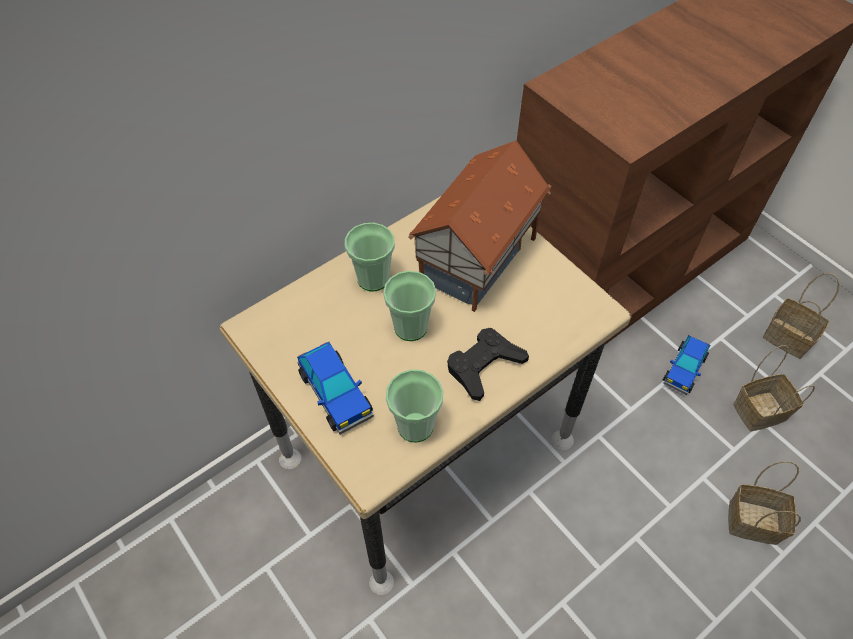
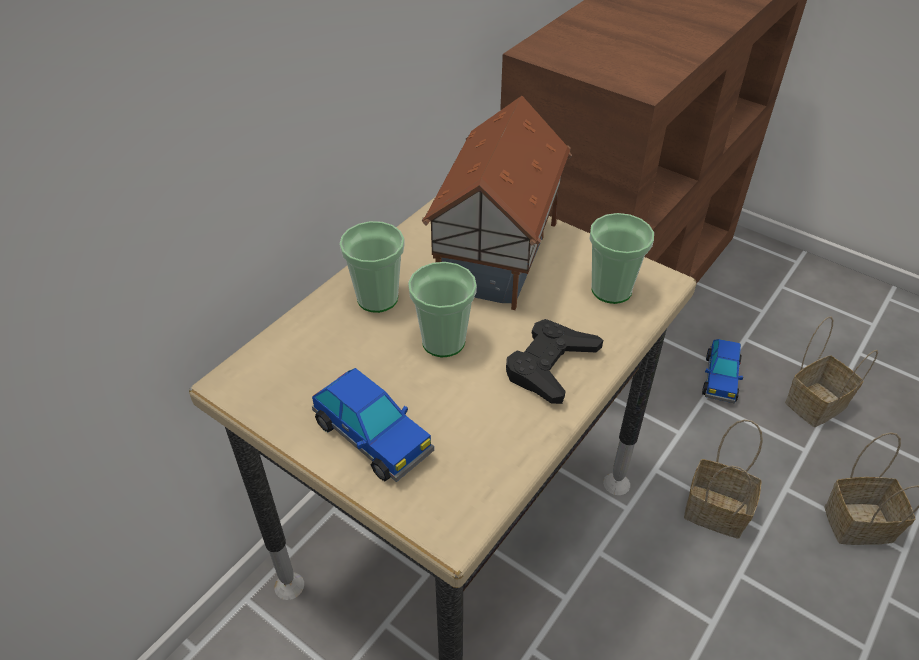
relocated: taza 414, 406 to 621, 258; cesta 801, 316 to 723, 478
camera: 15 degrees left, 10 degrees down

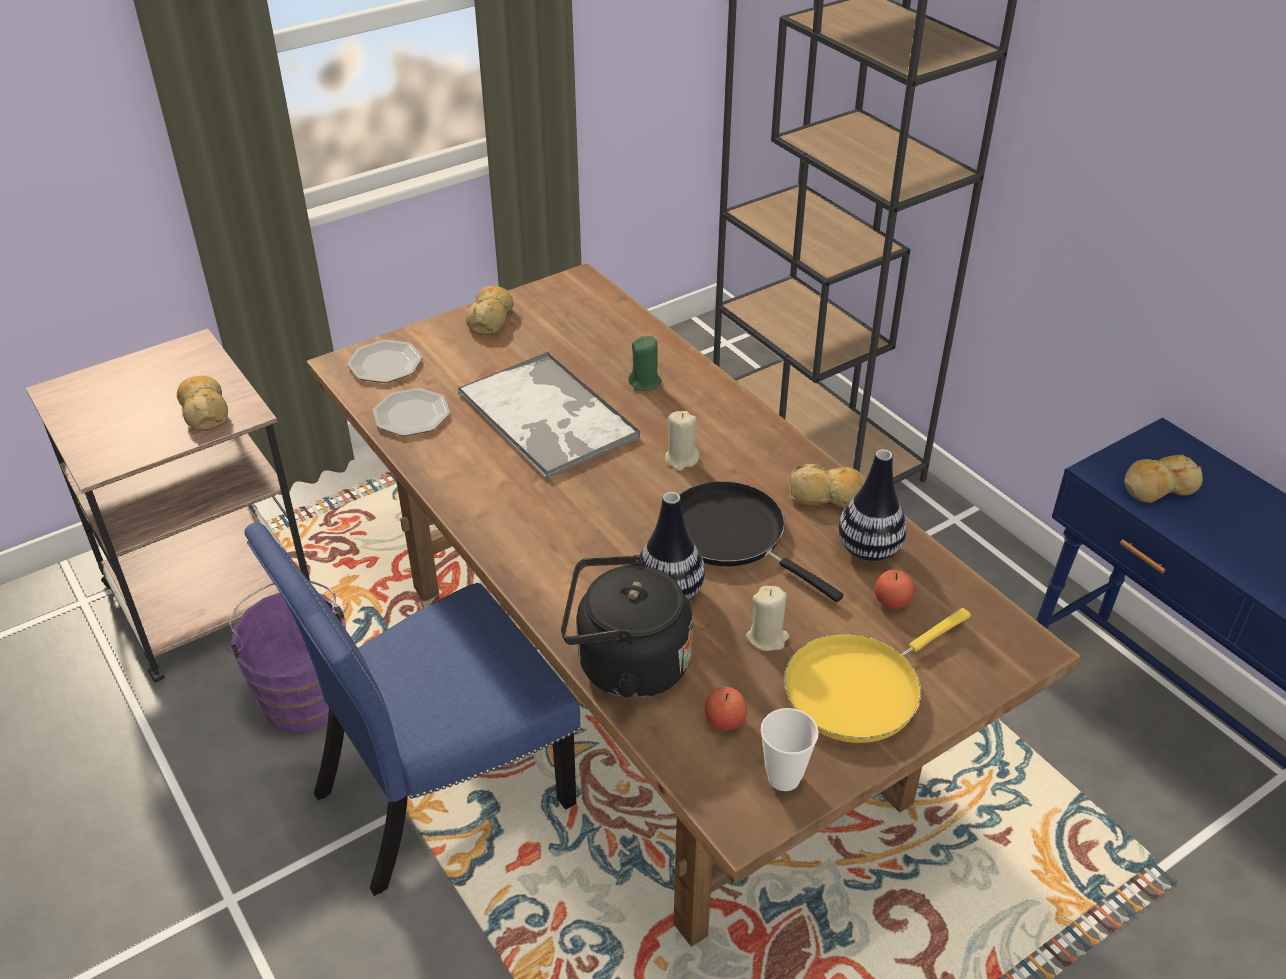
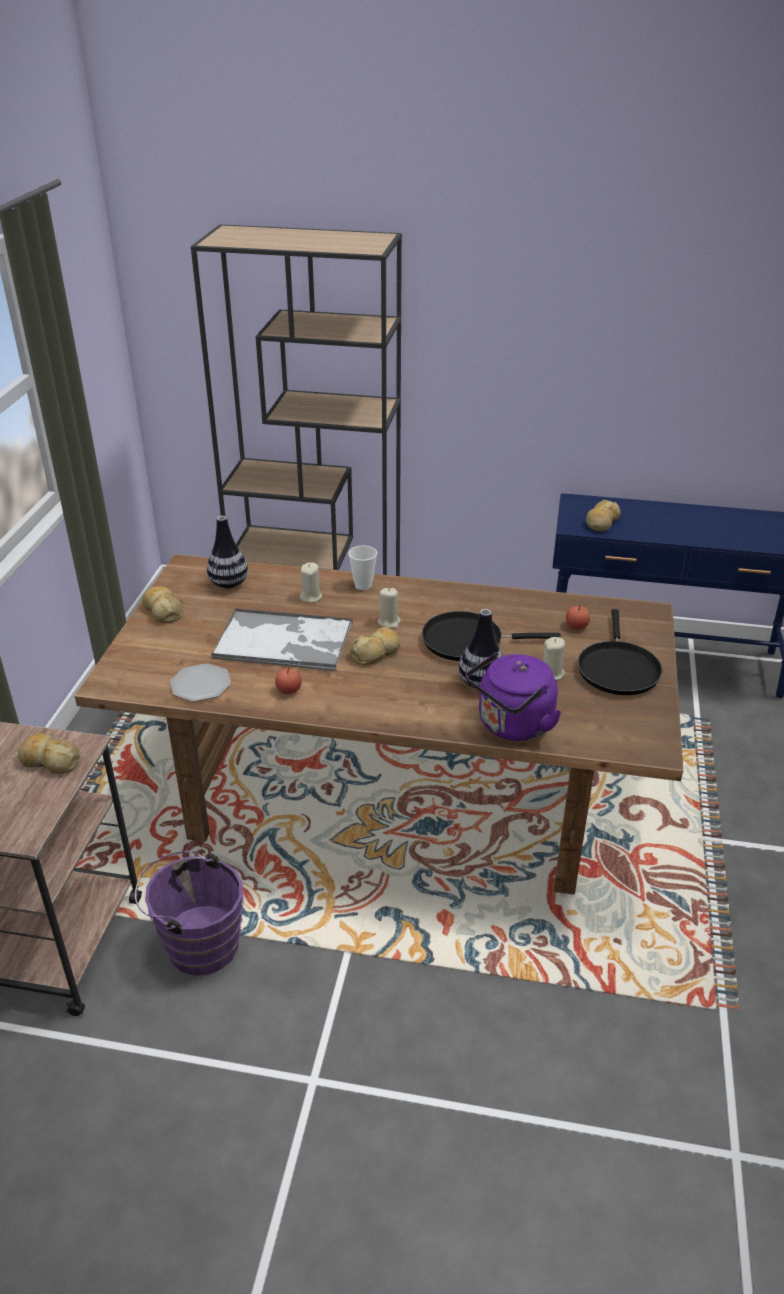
missing: silla [azul] 412, 709; plato 384, 361
relocated: manzana 726, 709 to 288, 681; taza 789, 749 to 362, 567; pan 827, 486 to 375, 646; florero 872, 505 to 227, 552
colour: hervidor [negro] 627, 627 to hervidor [morado] 514, 696; vela [verde] 645, 363 to vela [beis] 310, 582; sartén [amarillo] 877, 675 to sartén [negro] 620, 652
camera: 45 degrees left, 5 degrees down

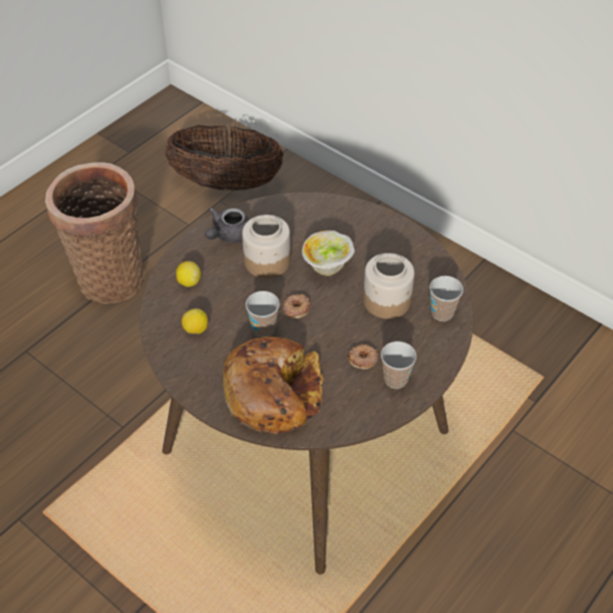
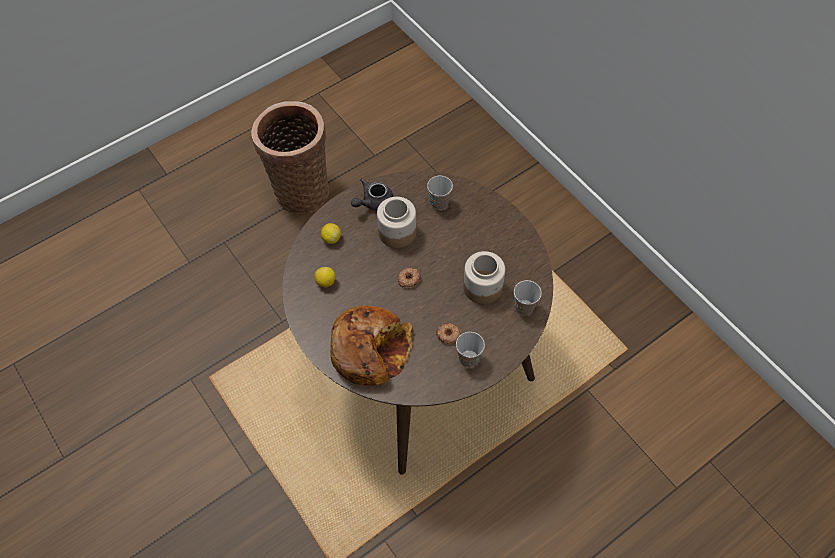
missing: cesta 223, 157; cuenco 328, 253
relocated: taza 263, 314 to 440, 192
camera: 15 degrees right, 10 degrees up

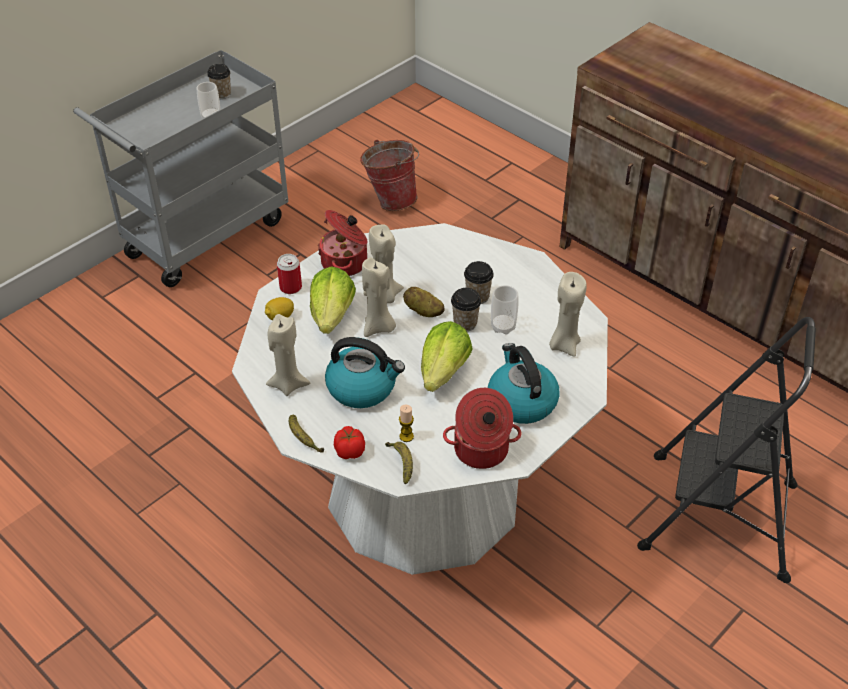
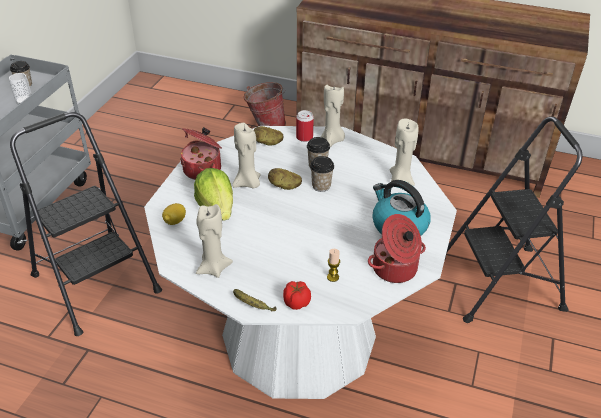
missing: hervidor 365, 372; plátano 399, 463; lechuga 447, 356; taza 505, 309
appeared: escalera de tijera [negro] 86, 224; patata 269, 135
relocated: lata 289, 274 to 305, 126; cubo 389, 175 to 265, 104; vela [beis] 379, 297 to 333, 116
camera: 25 degrees left, 5 degrees down

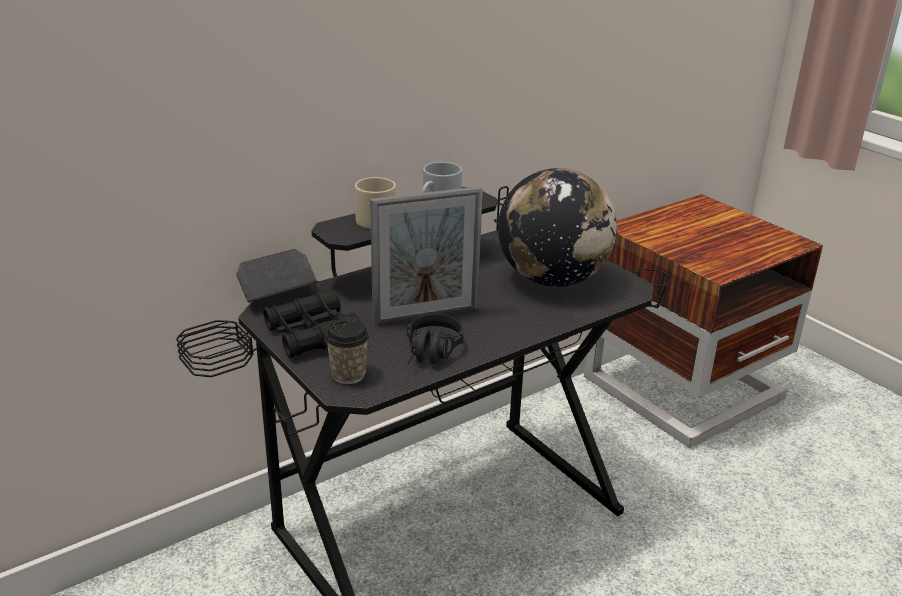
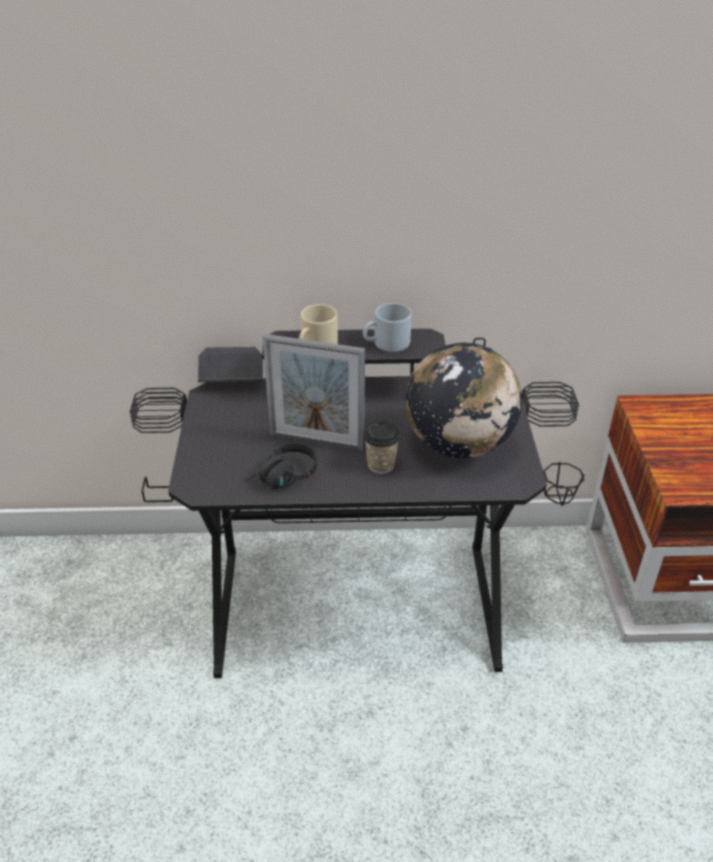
missing: prismáticos [negro] 311, 323
relocated: taza 347, 351 to 382, 447
camera: 35 degrees right, 10 degrees up

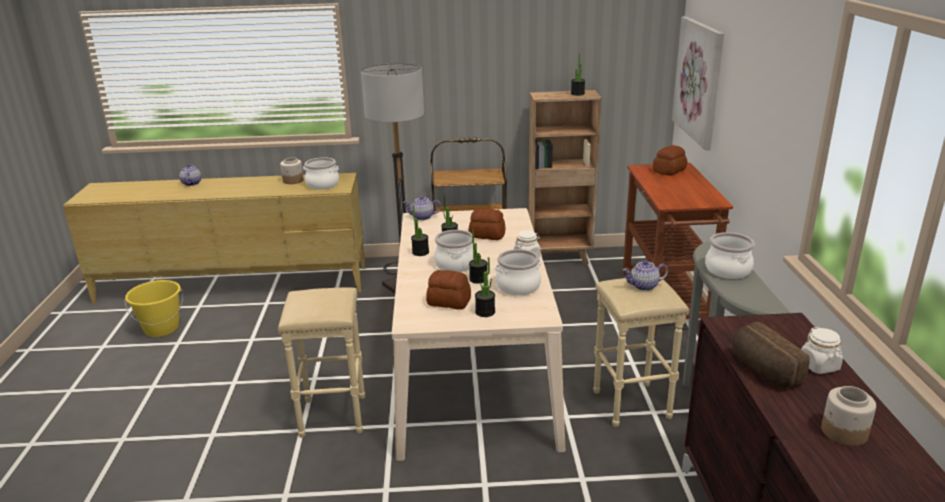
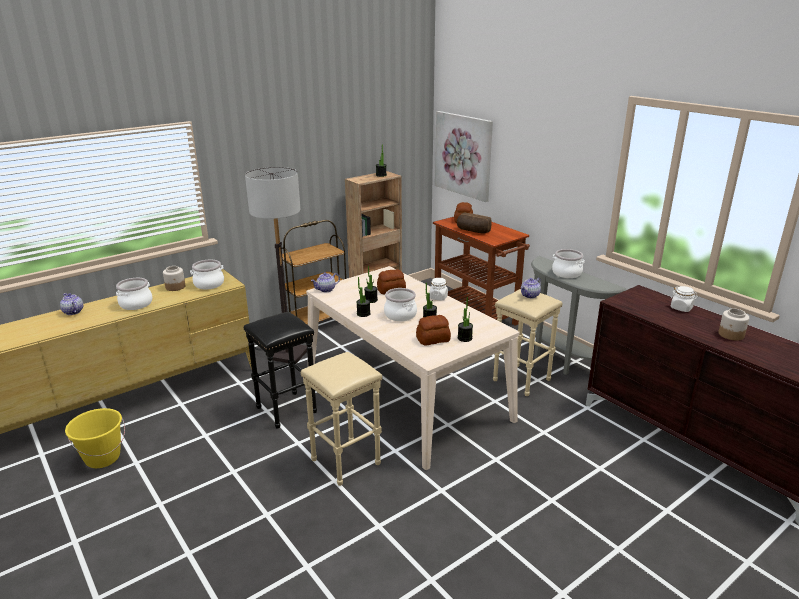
appeared: taburete [negro] 280, 370
relocated: olla 518, 272 to 134, 294; pan 771, 355 to 474, 222
camera: 35 degrees left, 0 degrees up

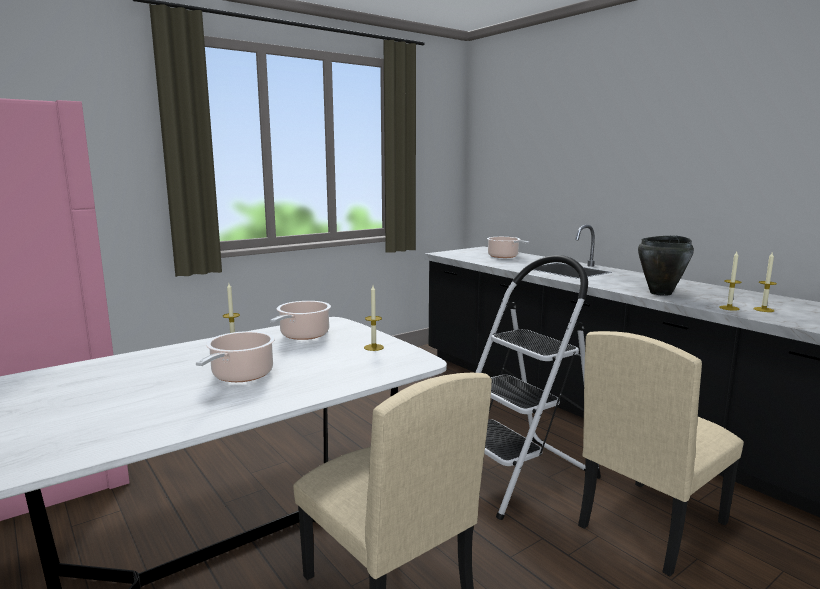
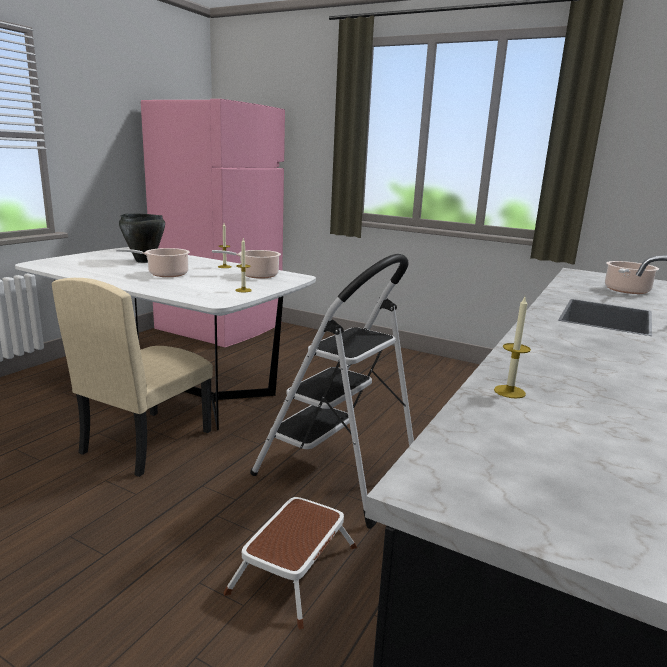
missing: vela 765, 282
relocated: olla [negro] 666, 265 to 142, 238
exchanged: silla [beis] 661, 453 to escalera de tijera [marrón] 290, 563
camera: 65 degrees right, 5 degrees up

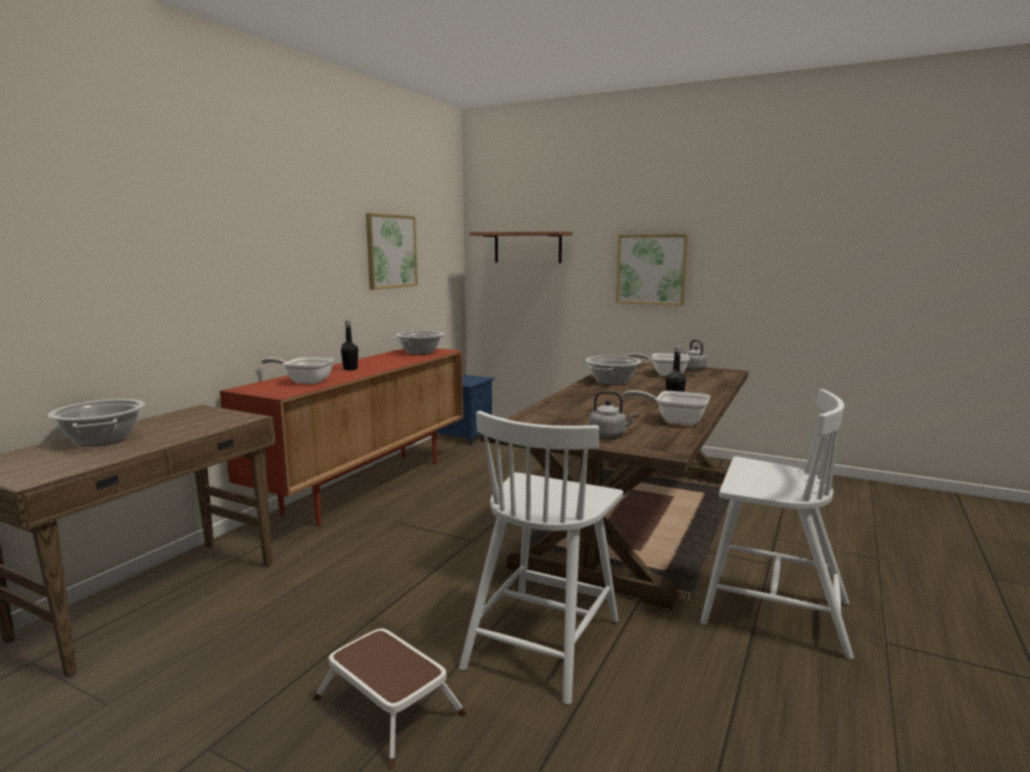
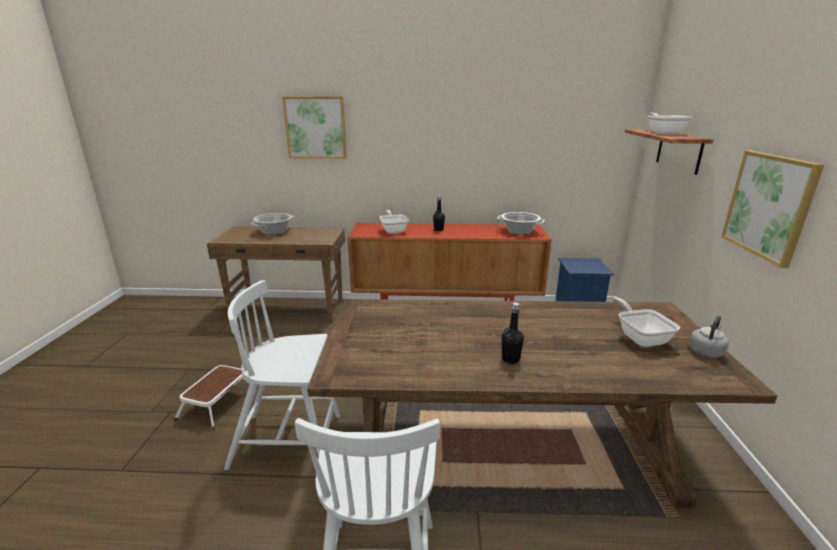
missing: olla 613, 370; hervidor [gris] 613, 414
relocated: cuadro 392, 251 to 314, 127; sartén 667, 407 to 668, 123
camera: 65 degrees right, 10 degrees up

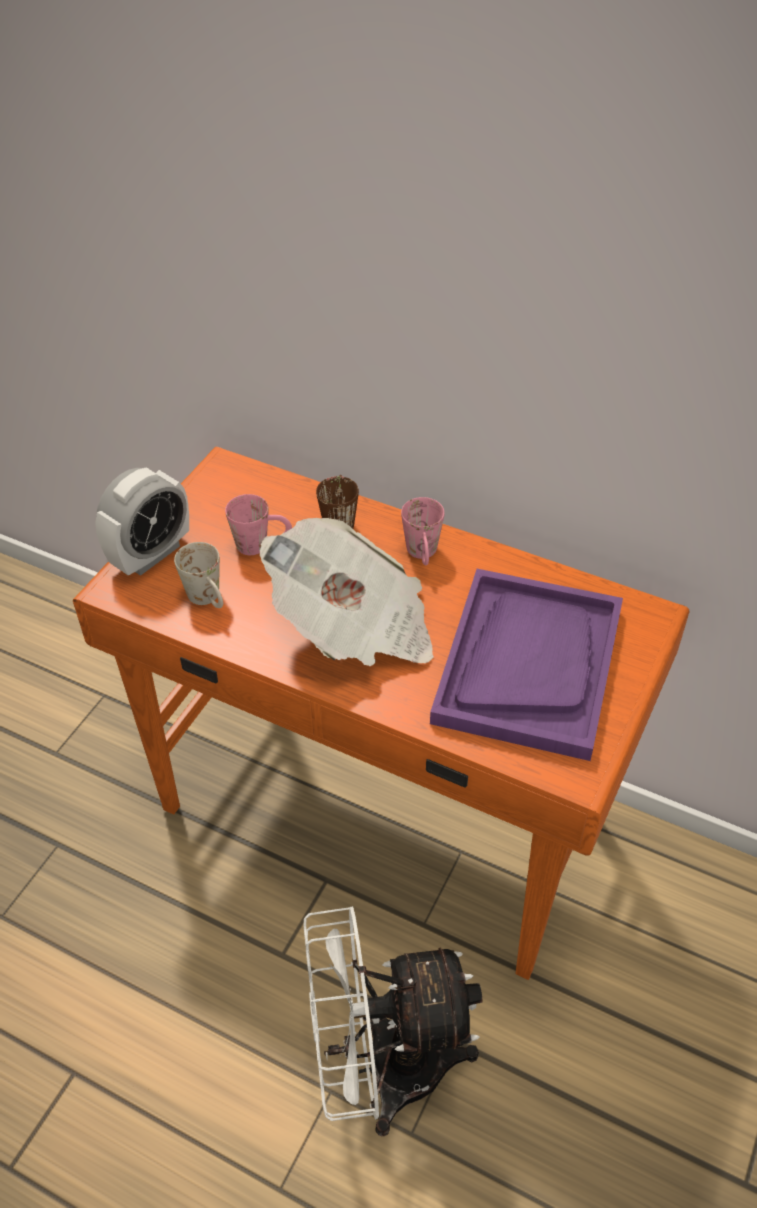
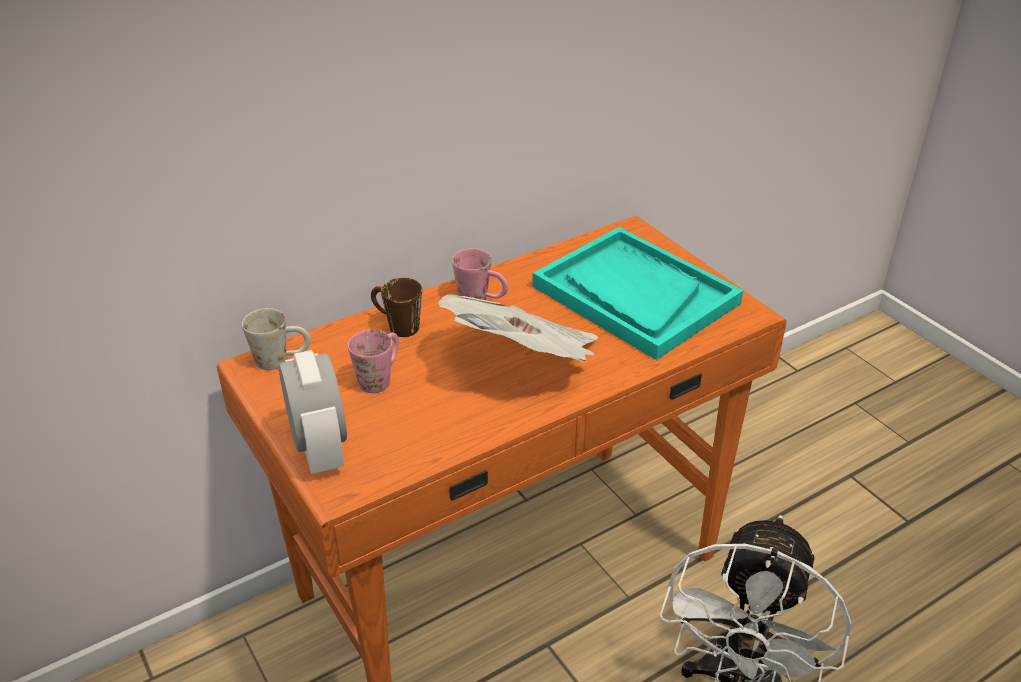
relocated: taza grande [blanco] 198, 575 to 276, 339
colour: bandeja [morado] 526, 665 to bandeja [turquesa] 637, 293
camera: 60 degrees left, 10 degrees down

